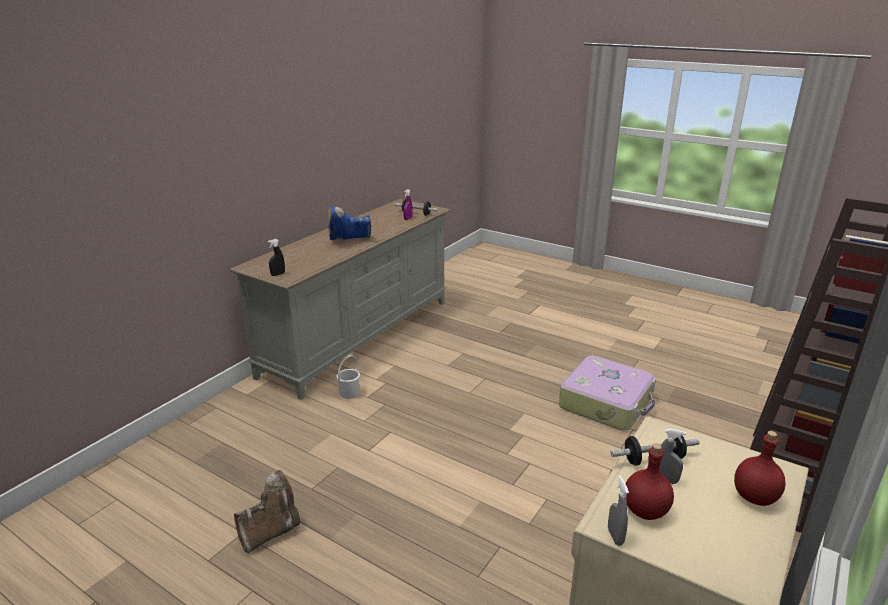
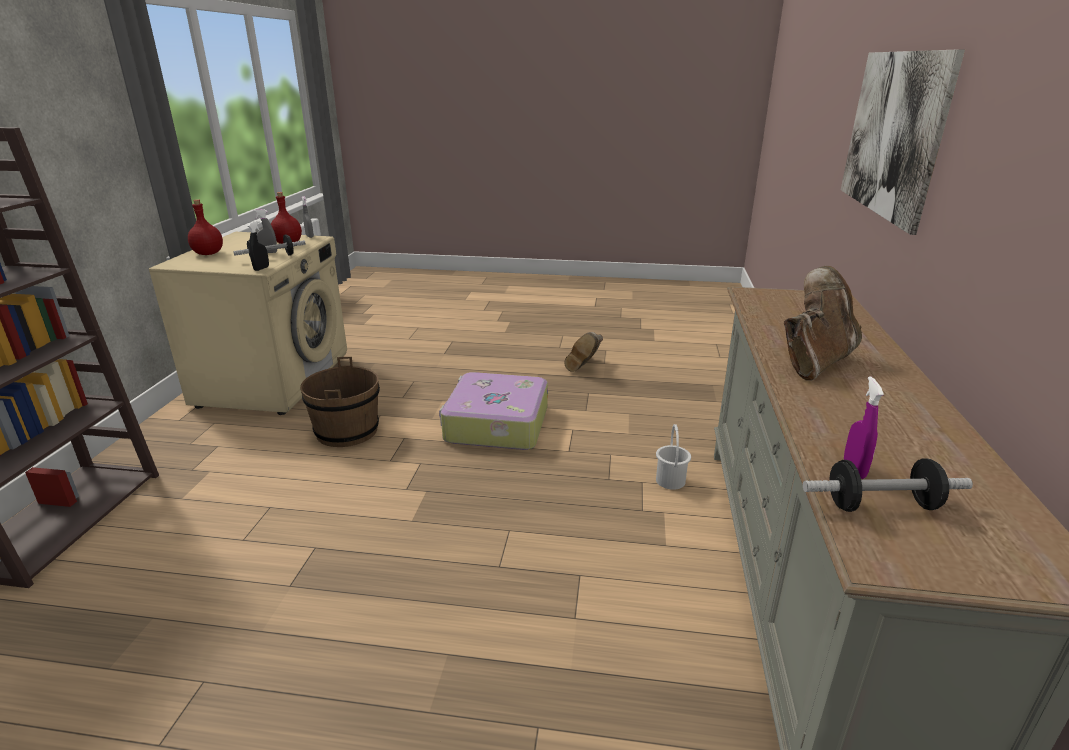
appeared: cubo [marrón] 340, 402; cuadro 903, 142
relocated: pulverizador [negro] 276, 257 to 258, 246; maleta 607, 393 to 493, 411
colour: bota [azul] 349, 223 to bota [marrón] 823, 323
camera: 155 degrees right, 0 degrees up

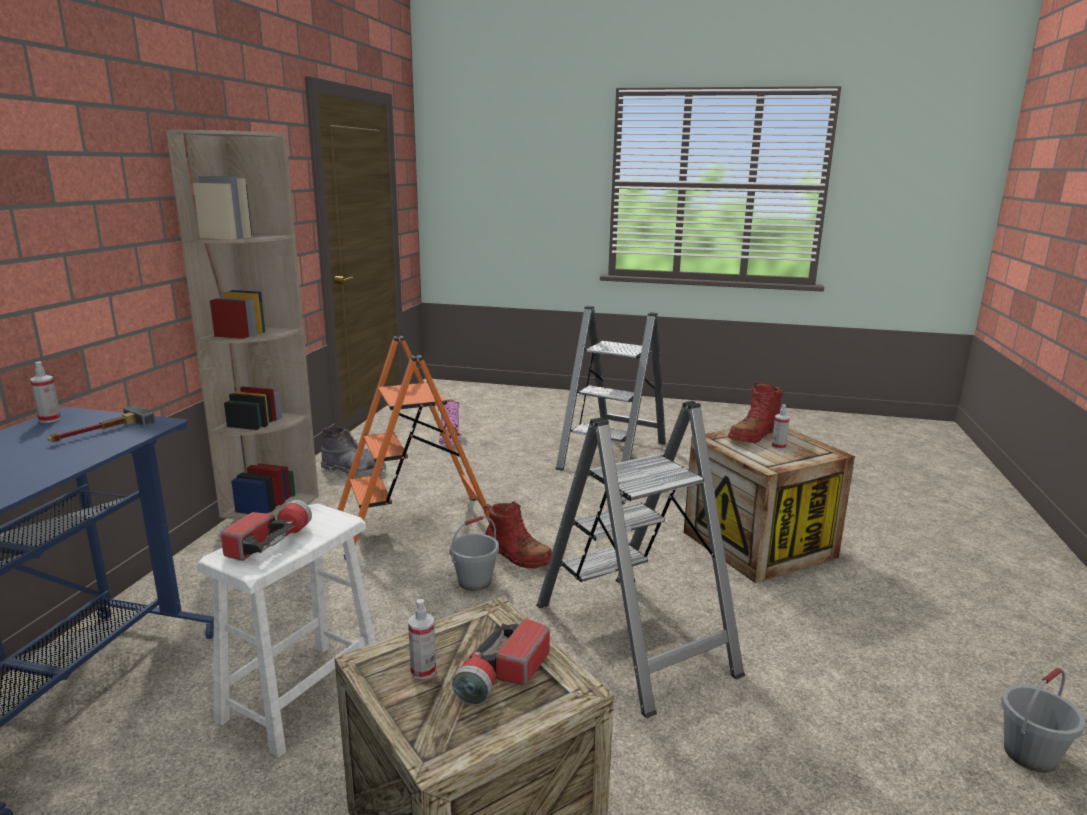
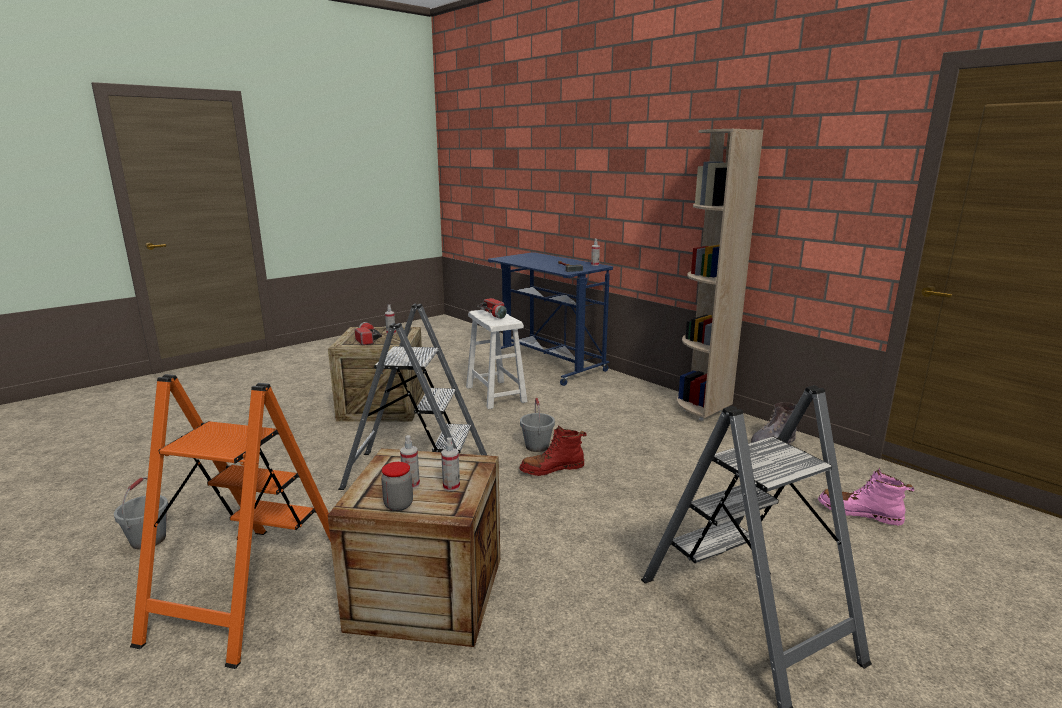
appeared: tarro 397, 486
relocated: escalera de tijera [naranja] 413, 448 to 230, 521
exchanged: bota [rojo] 755, 412 to pulverizador 450, 464
camera: 125 degrees right, 0 degrees up

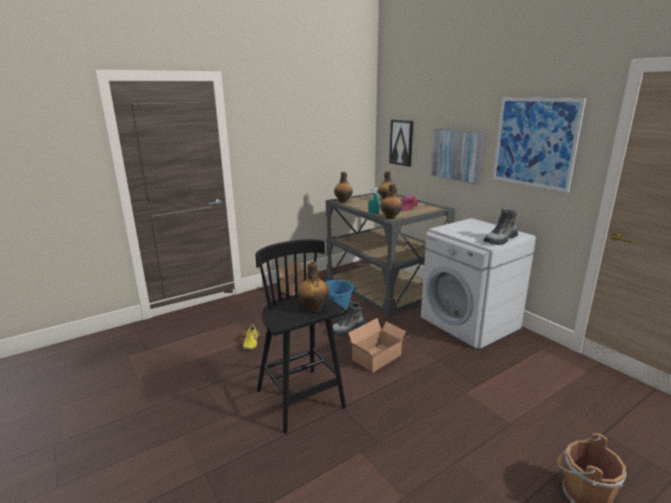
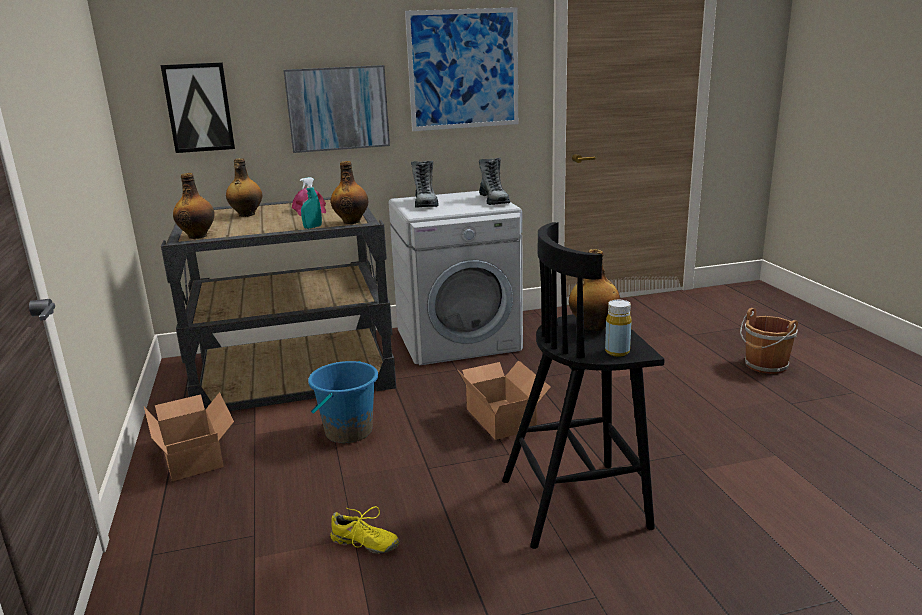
appeared: botella [amarillo] 618, 328
relocated: bota 349, 319 to 425, 184
camera: 70 degrees left, 0 degrees up

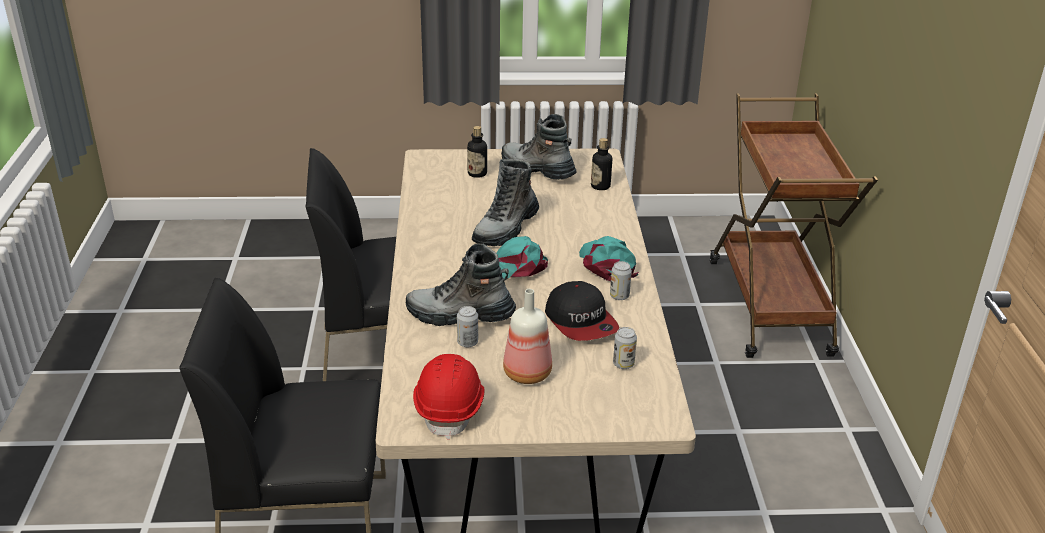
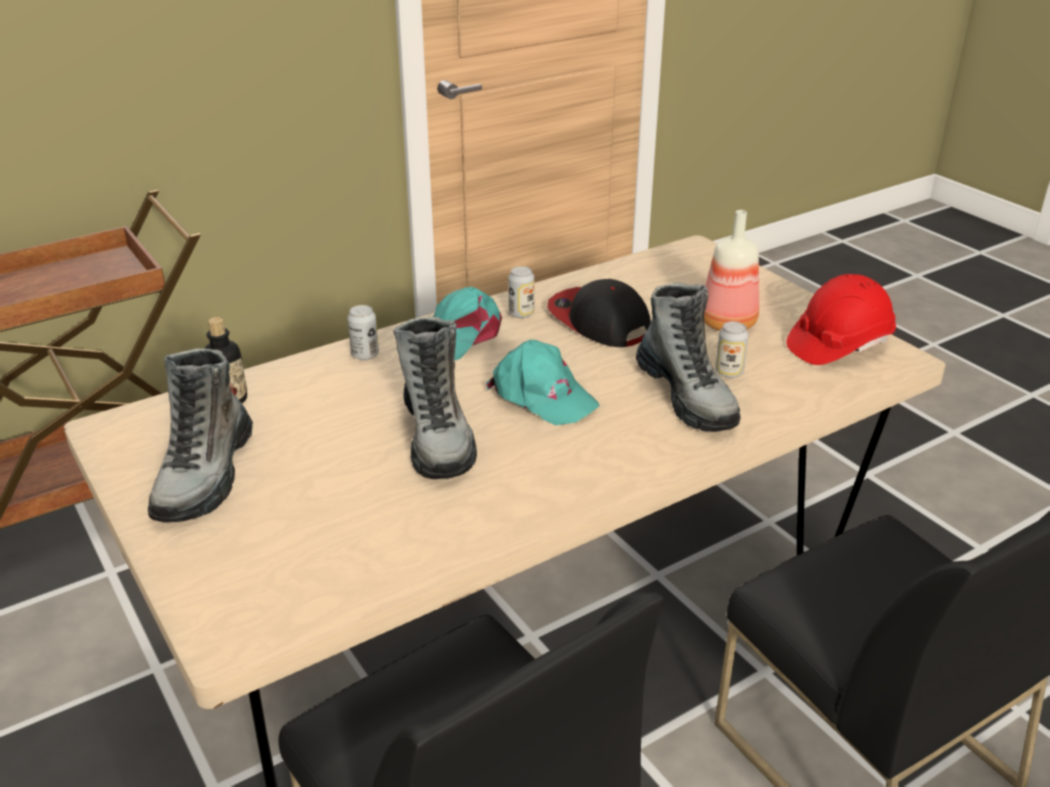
missing: botella 477, 152
relocated: lata 625, 348 to 363, 332
spun: bota 505, 202 = 435, 397 75 degrees clockwise; gorra 582, 311 = 599, 313 75 degrees counterclockwise
camera: 120 degrees left, 0 degrees up

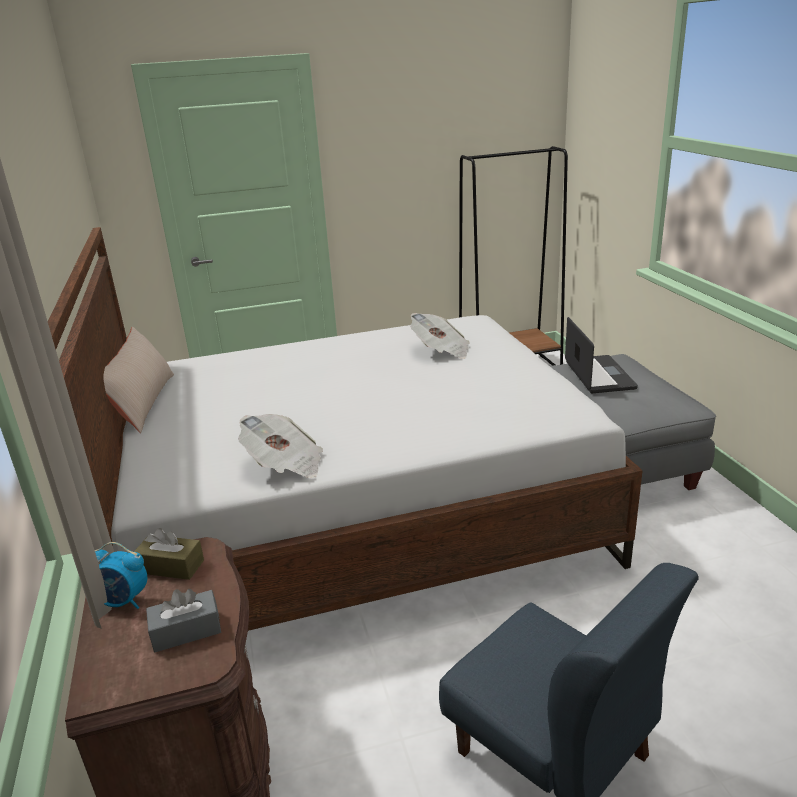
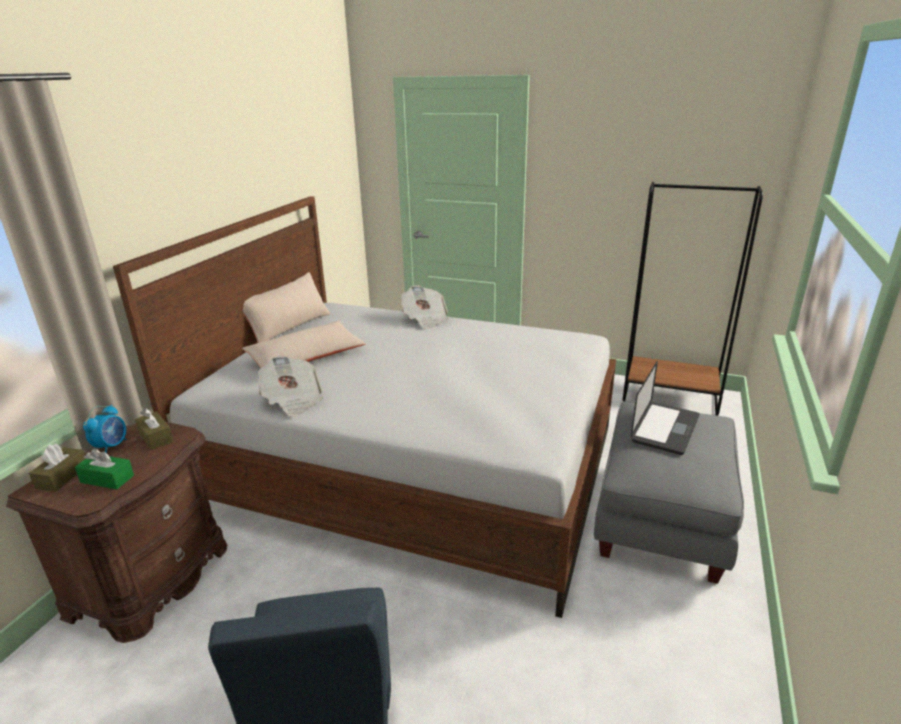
appeared: caja de pañuelos [marrón] 57, 468; cojín [beis] 304, 344
relocated: periódico 440, 336 to 425, 307
colour: caja de pañuelos [gris] 183, 620 to caja de pañuelos [verde] 104, 468
spun: despertador 121, 575 = 105, 429 120 degrees counterclockwise
camera: 35 degrees right, 0 degrees up

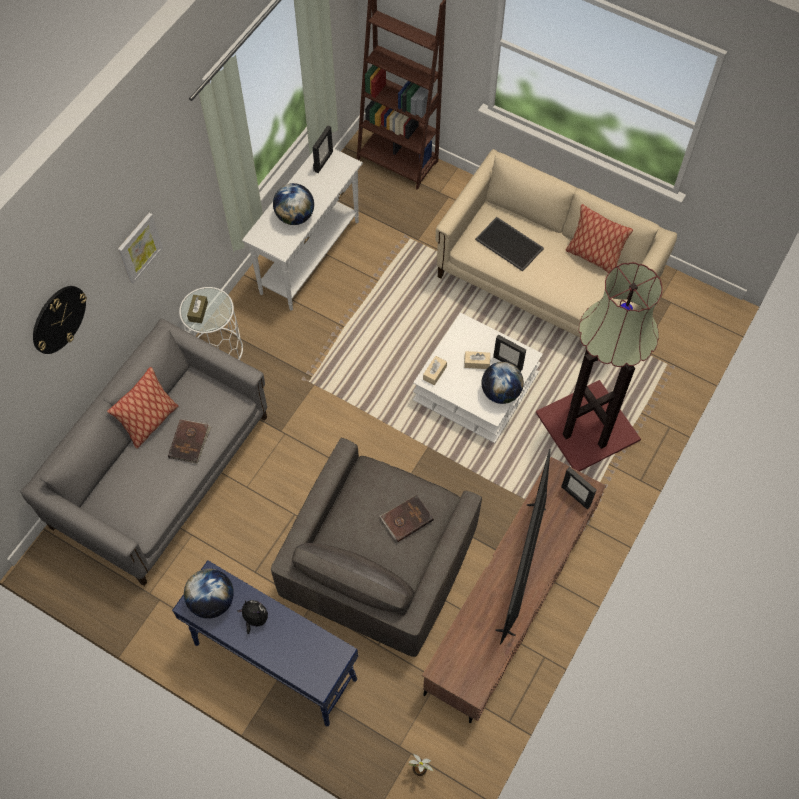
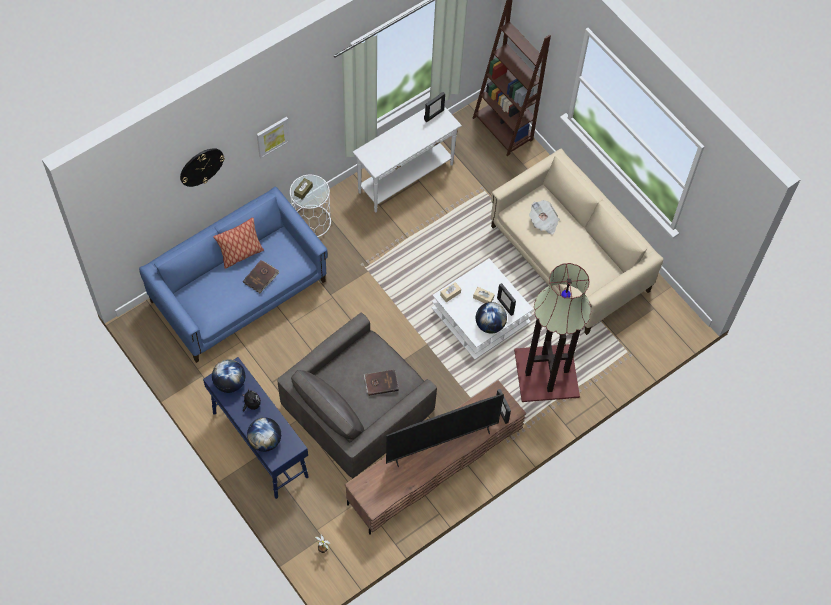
missing: cojín 599, 238
relocated: globo terráqueo 293, 204 to 264, 434
exchanged: bandeja 509, 244 to periódico 544, 217
colour: sofá [gris] 143, 452 to sofá [azul] 233, 275
spun: televisor 523, 546 = 445, 430 150 degrees counterclockwise
camera: 20 degrees right, 0 degrees up

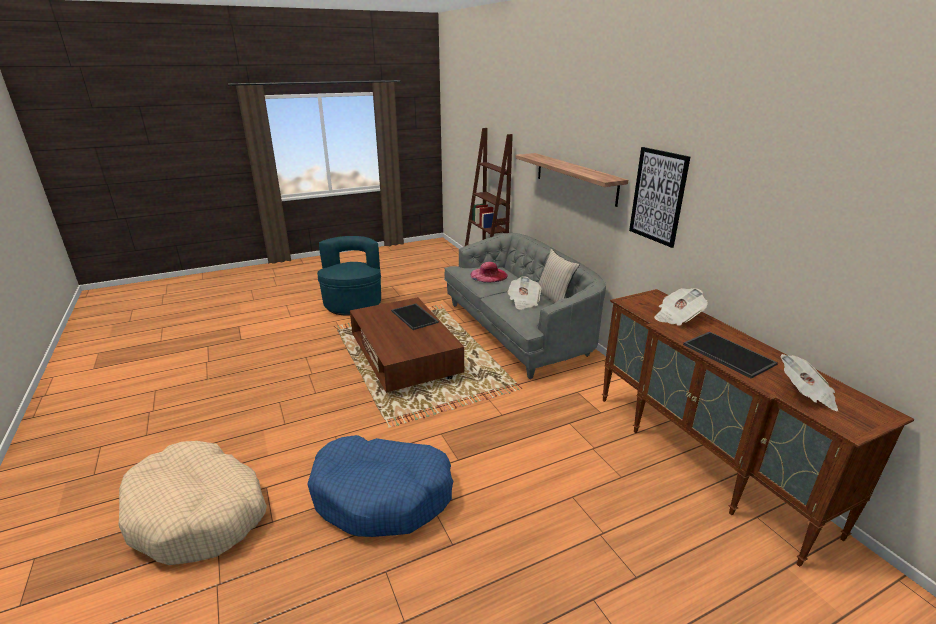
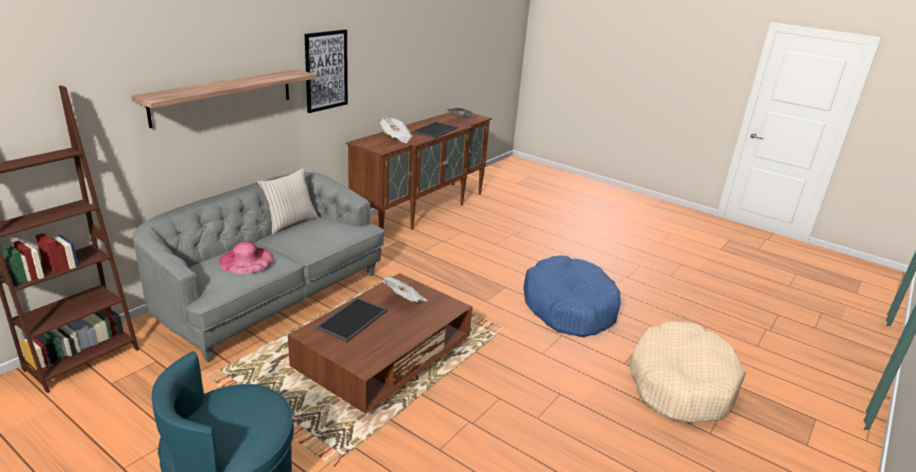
relocated: periódico 524, 293 to 405, 289
camera: 120 degrees left, 0 degrees up

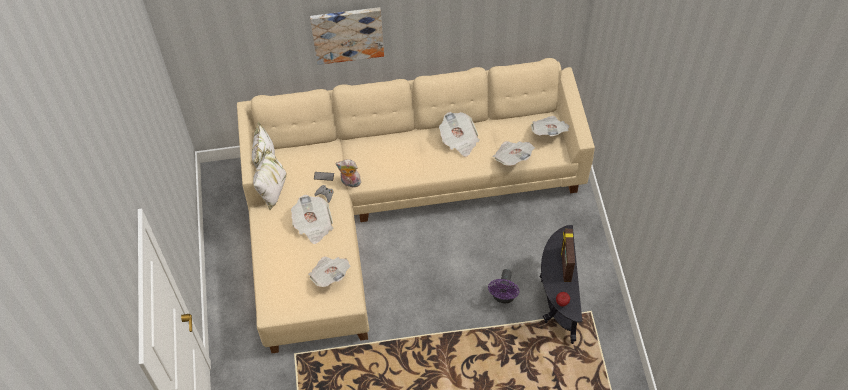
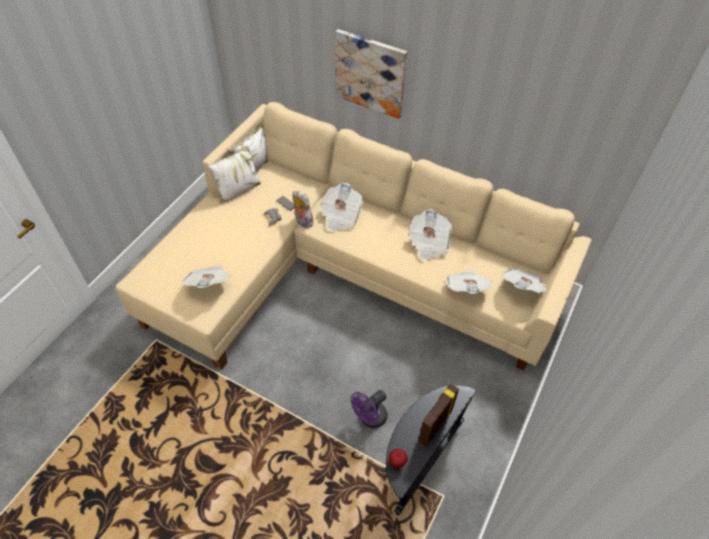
relocated: periódico 312, 219 to 342, 207
camera: 35 degrees right, 5 degrees down

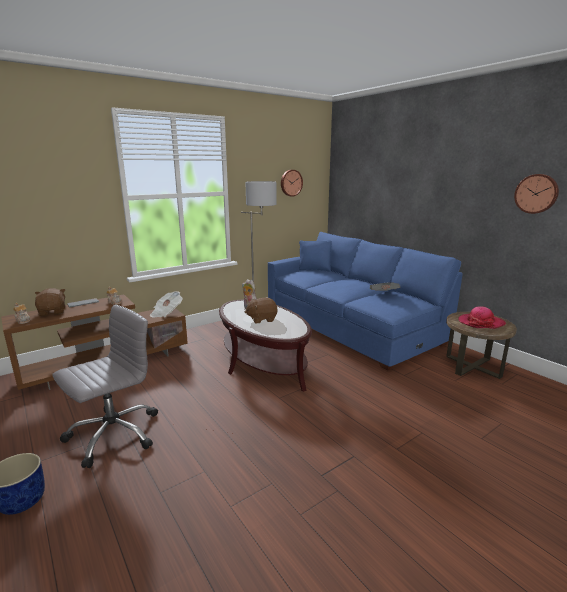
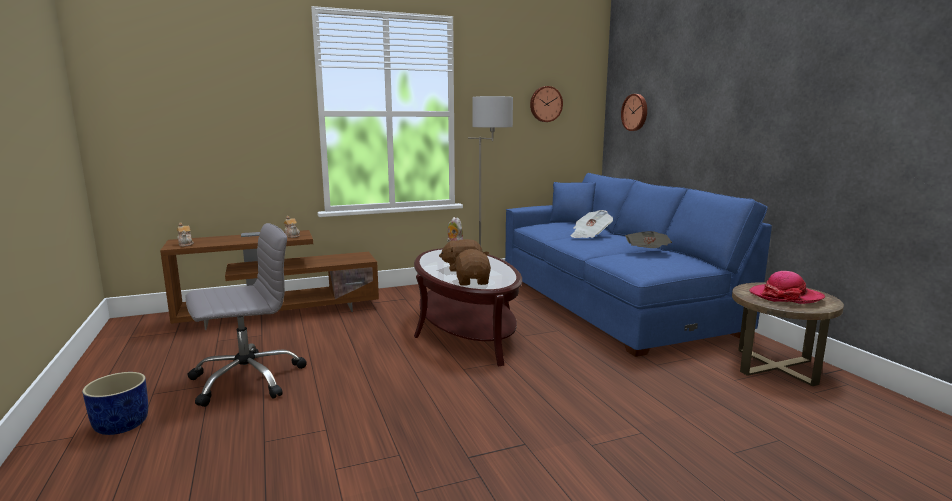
relocated: peluche [marrón] 50, 302 to 472, 267; periódico 166, 304 to 592, 224; reloj de pared 536, 194 to 634, 112
camera: 15 degrees right, 5 degrees down

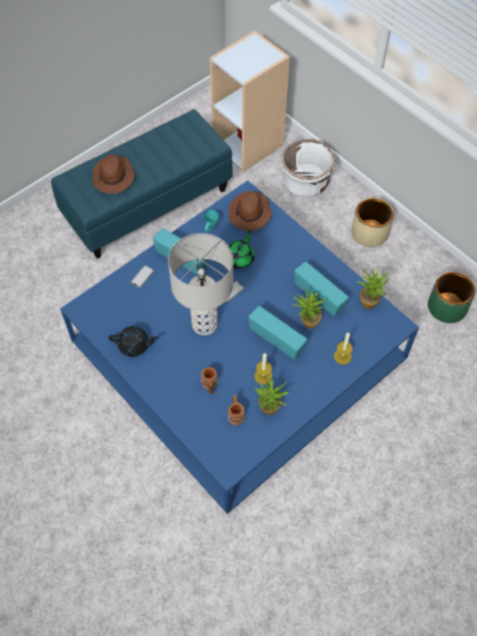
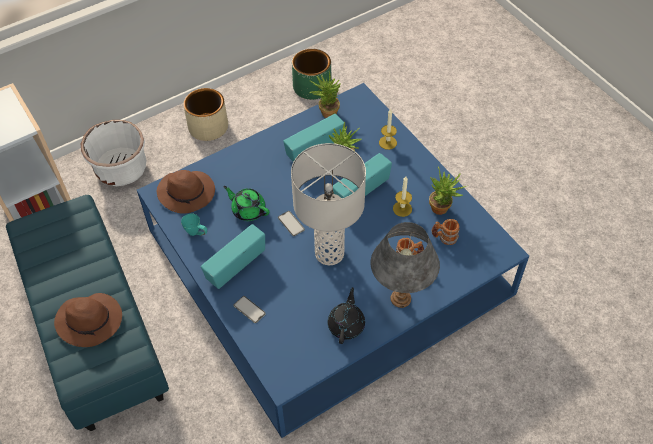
appeared: lámpara de mesa [gris] 405, 265
camera: 80 degrees left, 5 degrees down

